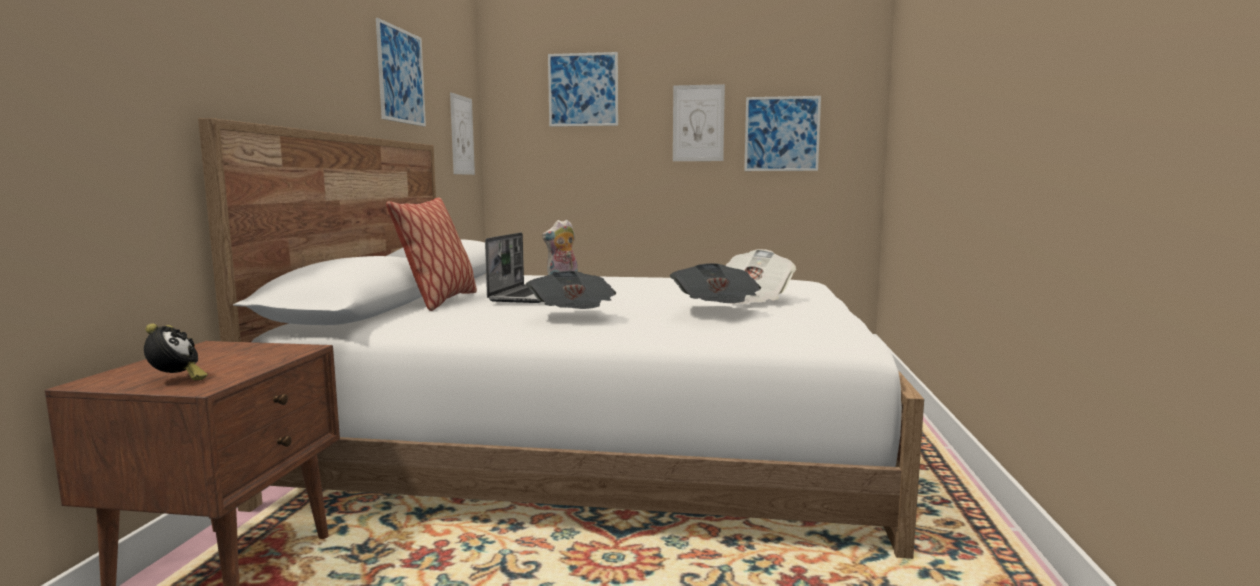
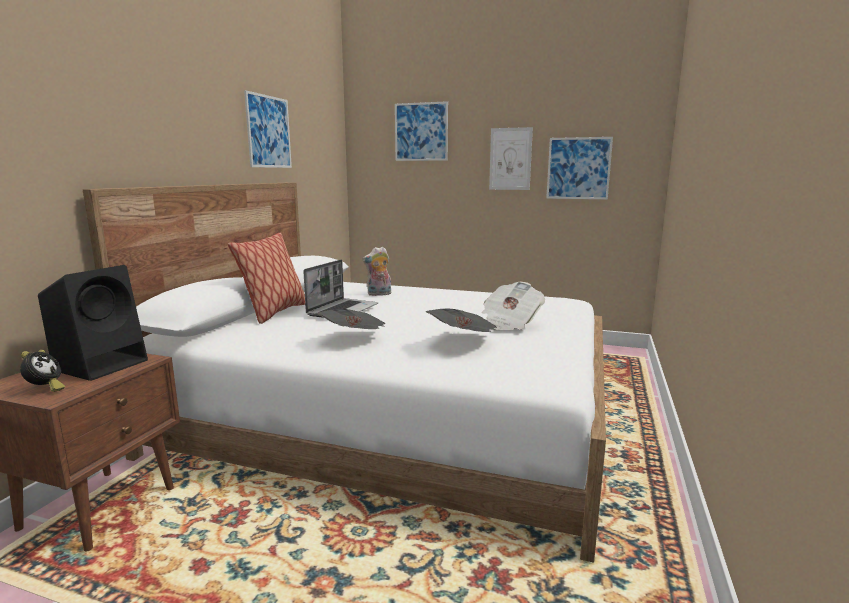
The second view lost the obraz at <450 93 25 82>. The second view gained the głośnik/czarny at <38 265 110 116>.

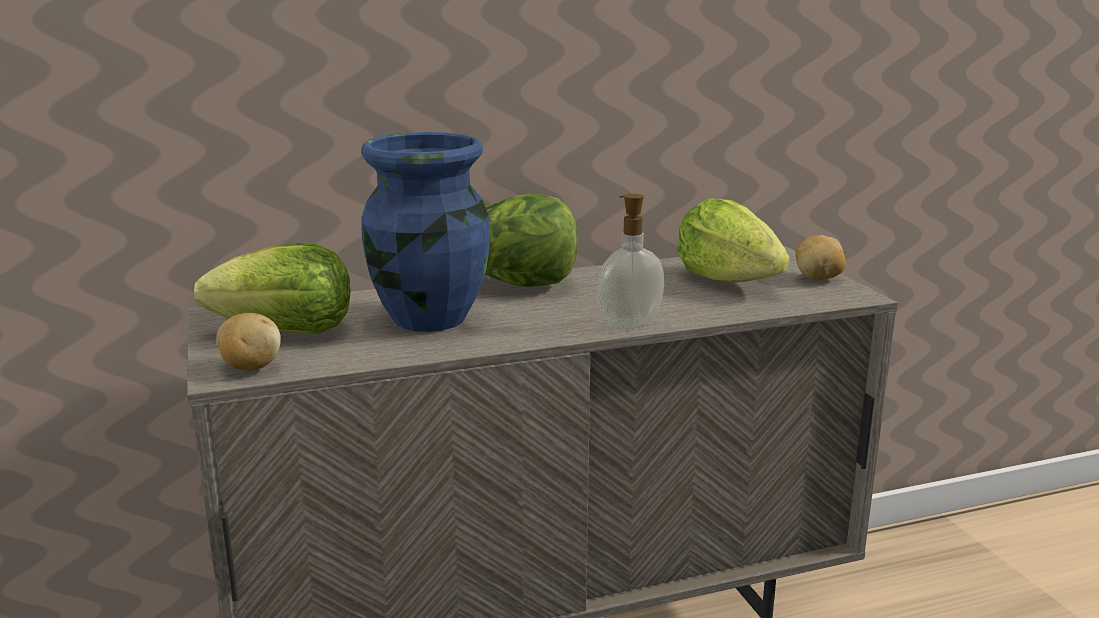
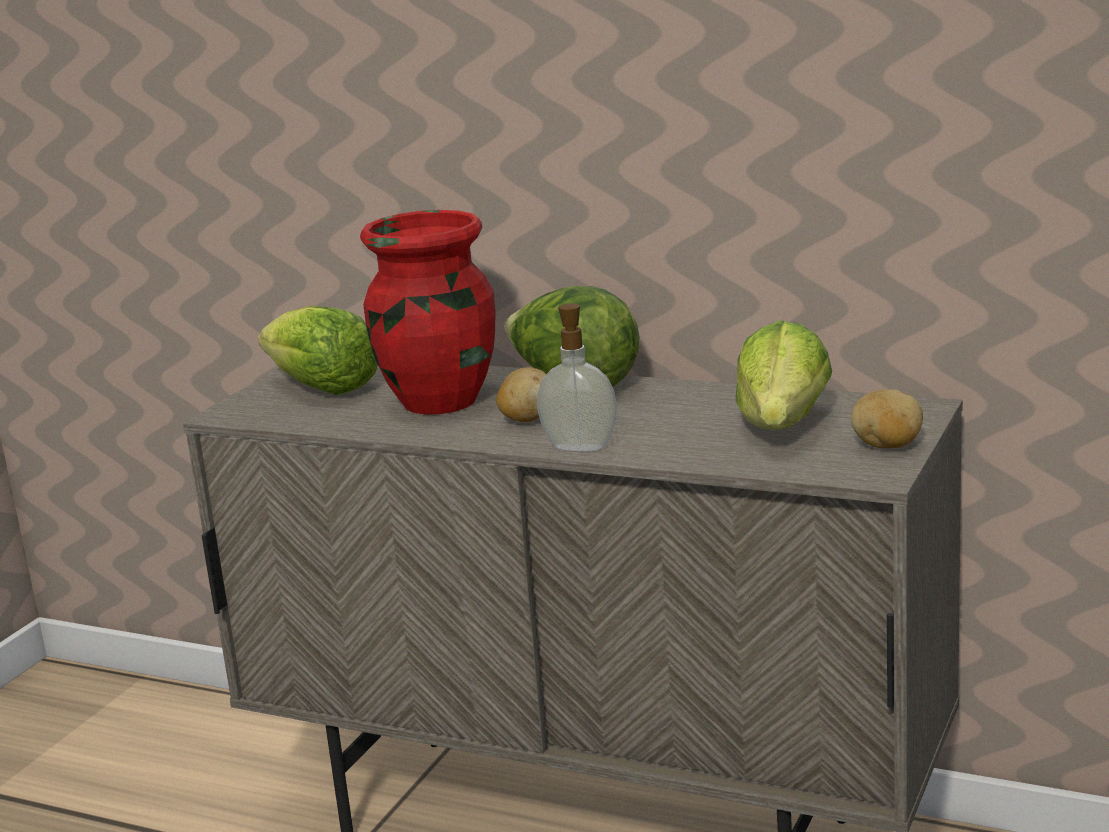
The ziemniak ended up elsewhere, having gone from <216 313 65 58> to <496 367 50 55>. What was the wazon/niebieski at <361 132 129 200> turned into the wazon/czerwony at <360 210 135 205>.

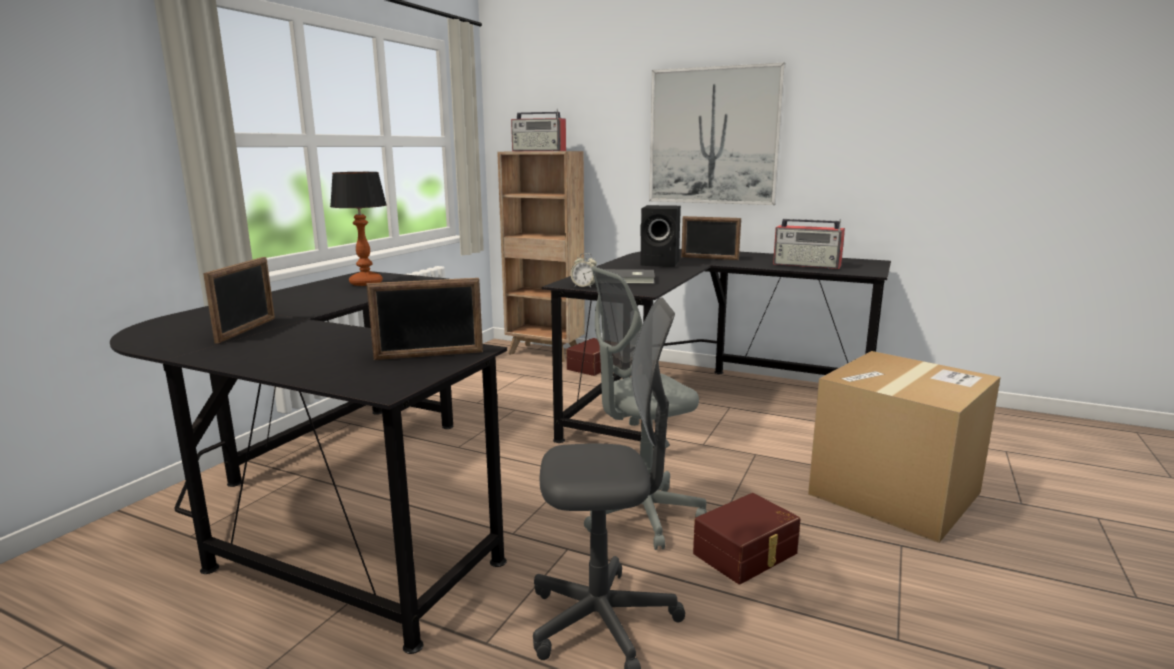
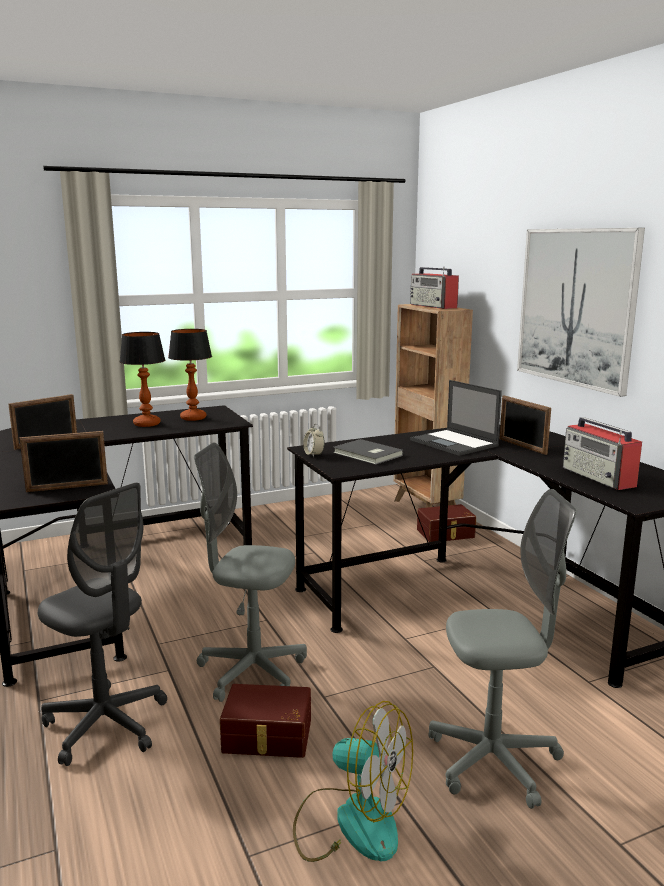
The second view gained the lampa stołowa at <120 332 45 95>. The second view gained the wentylator at <293 701 120 161>. Where the głośnik/czarny stood at <640 205 41 62>, the laptop came to stand at <410 380 92 76>. Where the karton stood at <808 351 193 192>, the krzesło biurowe/szary came to stand at <428 489 149 320>. The ramka na zdjęcie at <367 278 116 82> ended up facing another way, 45 degrees counterclockwise from before.

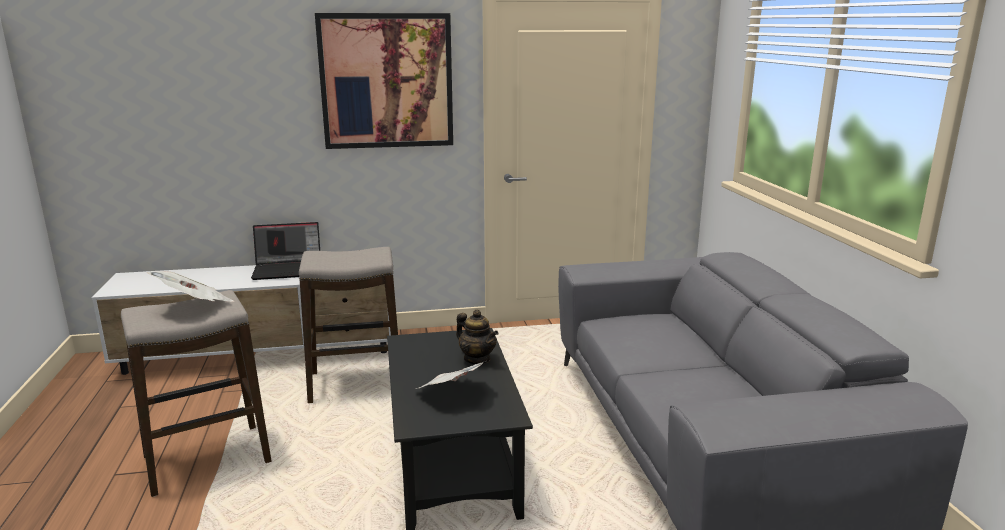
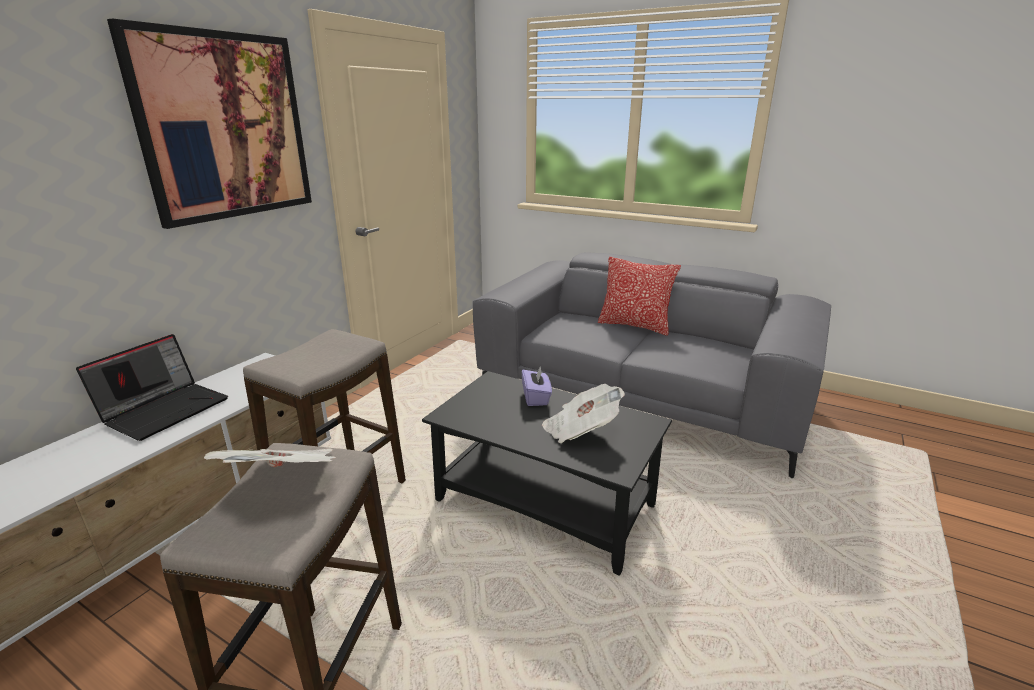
The second view gained the poduszka at <598 257 83 79>. Where the imbryk stood at <456 310 42 54>, the pudełko chusteczek/fioletowy came to stand at <522 365 30 41>.

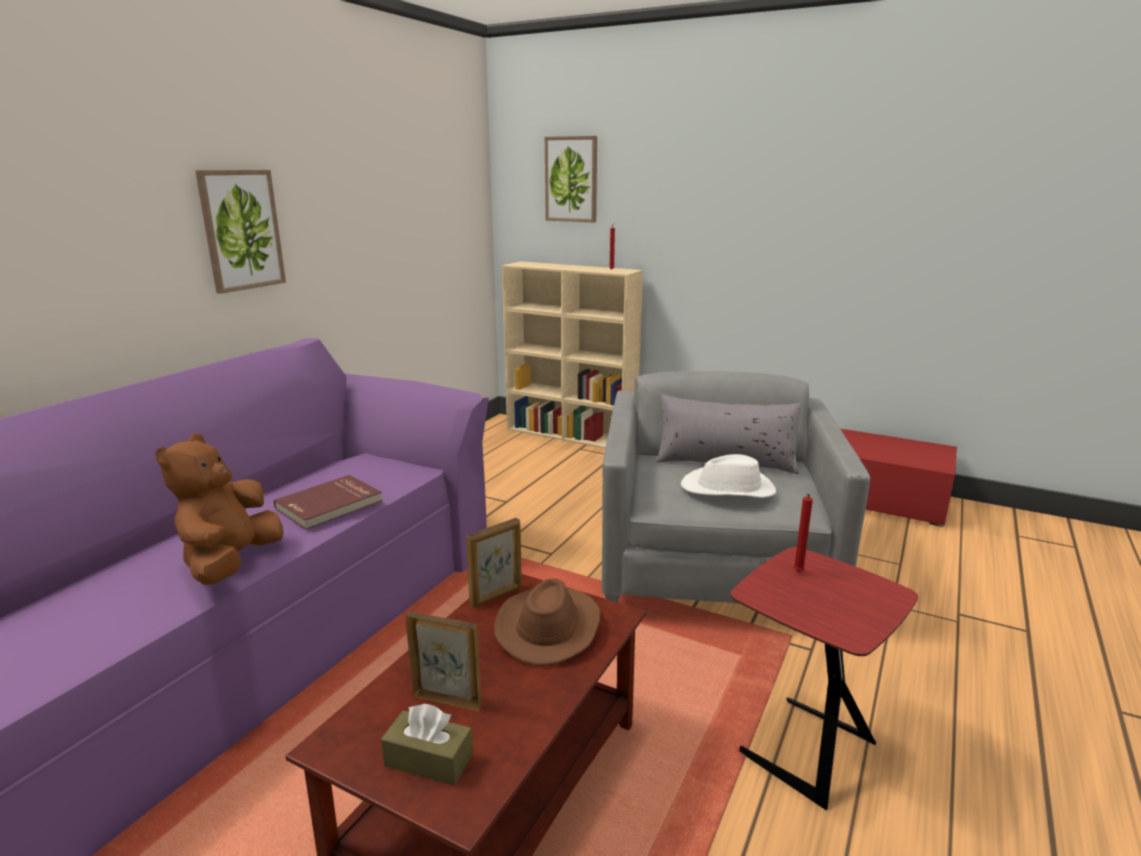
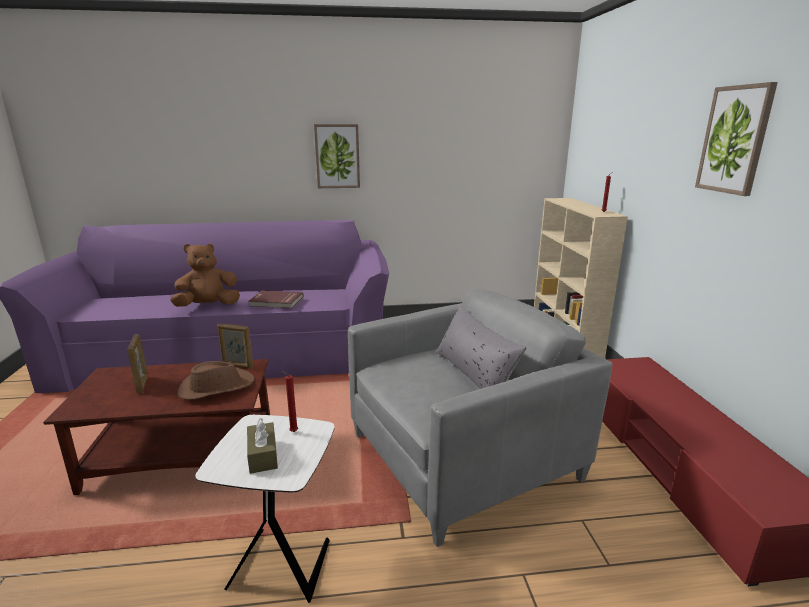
The second view lost the kapelusz/biały at <681 454 95 44>. The pudełko chusteczek/brązowy ended up elsewhere, having gone from <381 704 92 81> to <247 418 31 56>. The obraz ended up elsewhere, having gone from <545 136 52 86> to <695 82 83 114>. What was the stolik/czerwony at <731 547 187 263> turned into the stolik/biały at <195 415 140 188>.

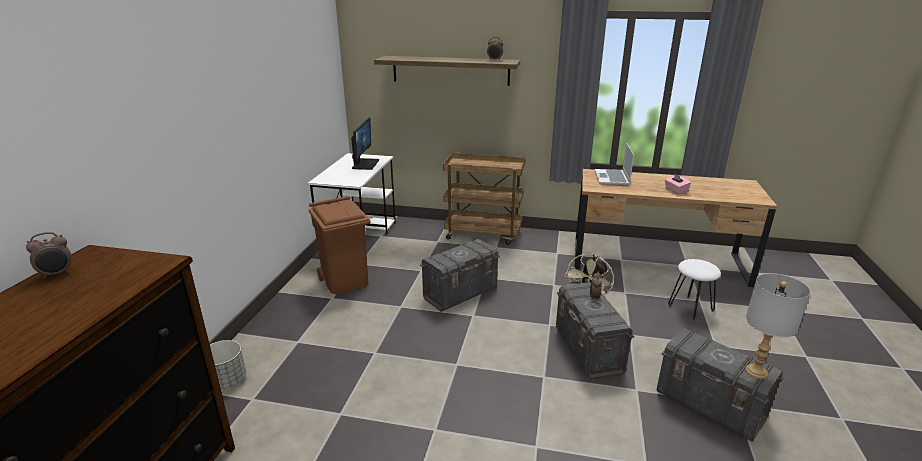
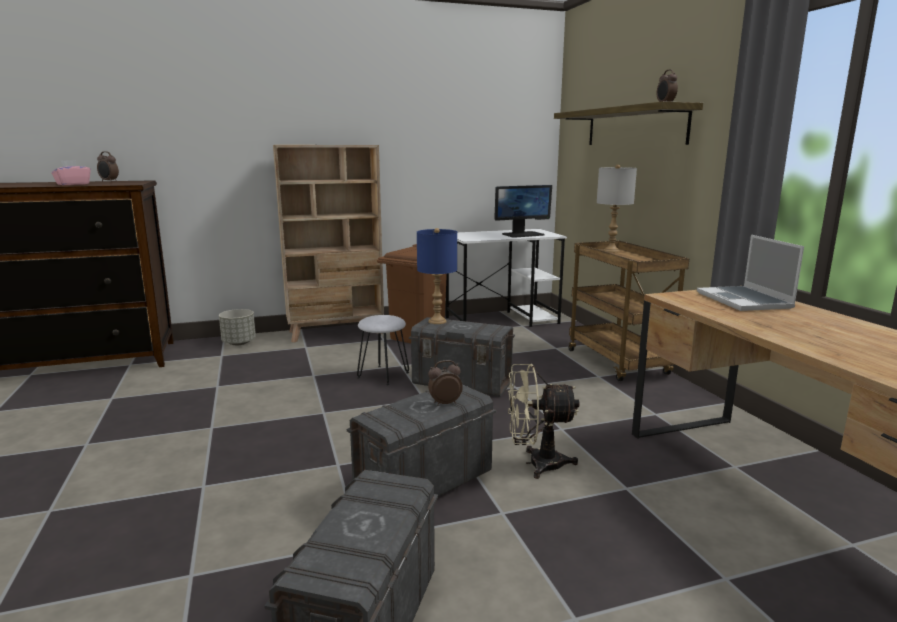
The second view gained the regał/beżowy at <273 145 111 198>. The second view gained the lampa stołowa/niebieski at <417 228 40 96>. The pudełko chusteczek/różowy ended up elsewhere, having gone from <665 173 26 21> to <51 160 40 25>. The stołek/biały ended up elsewhere, having gone from <668 259 53 61> to <357 315 52 70>. The lampa stołowa/szary ended up elsewhere, having gone from <745 273 66 106> to <597 165 40 88>. The laptop at <595 143 39 42> ended up facing another way, 75 degrees counterclockwise from before.

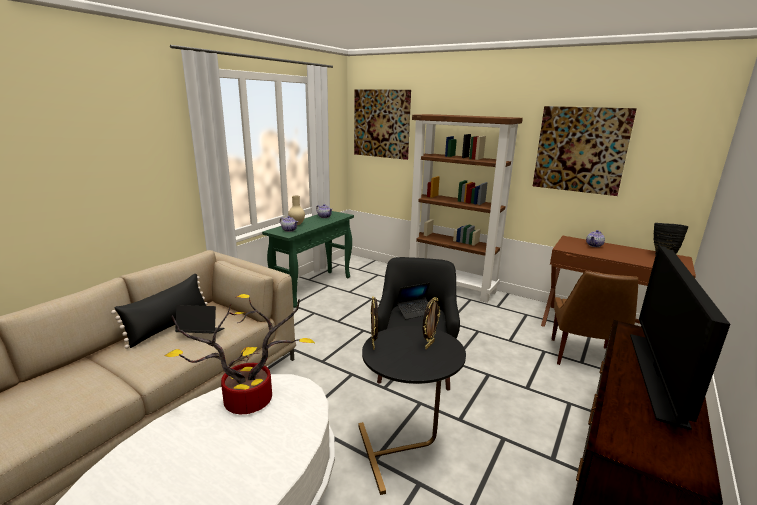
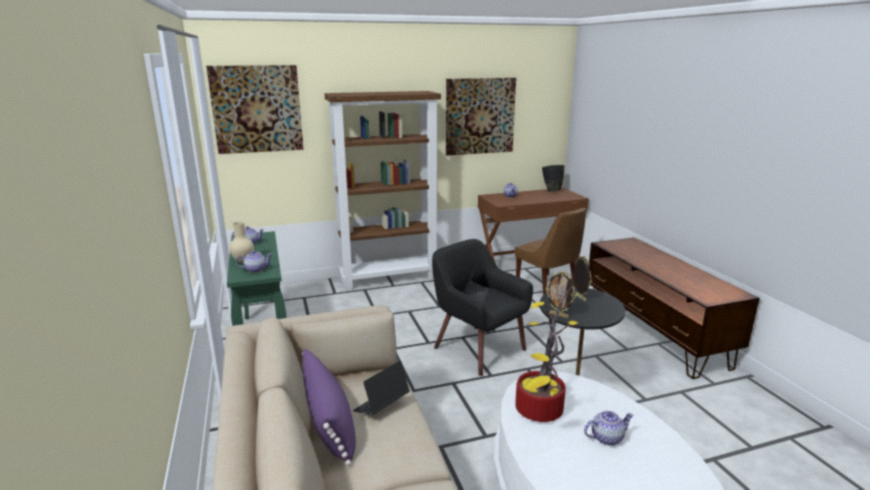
The second view lost the telewizor at <630 245 100 185>. The second view gained the imbryk at <584 411 50 34>. What was the poduszka/czarny at <111 274 97 75> turned into the poduszka/fioletowy at <302 349 54 117>.

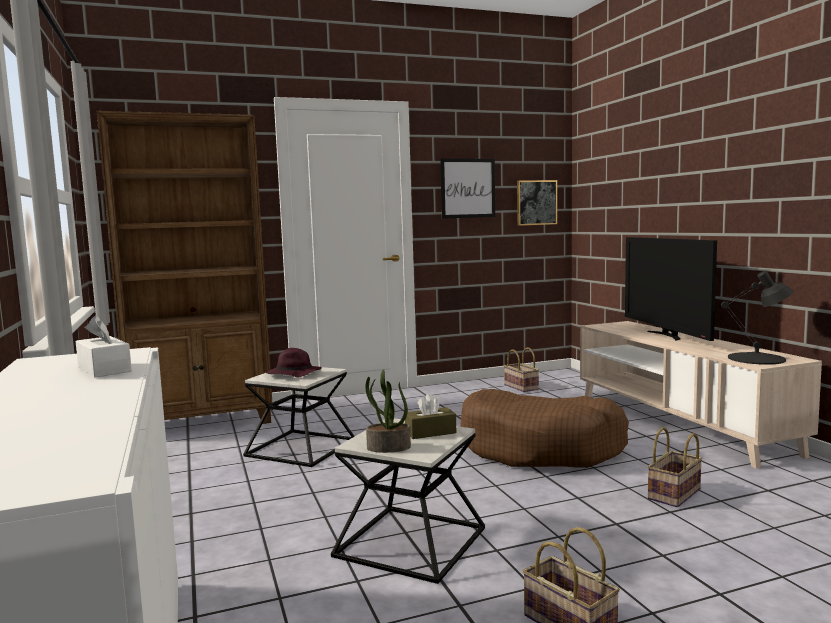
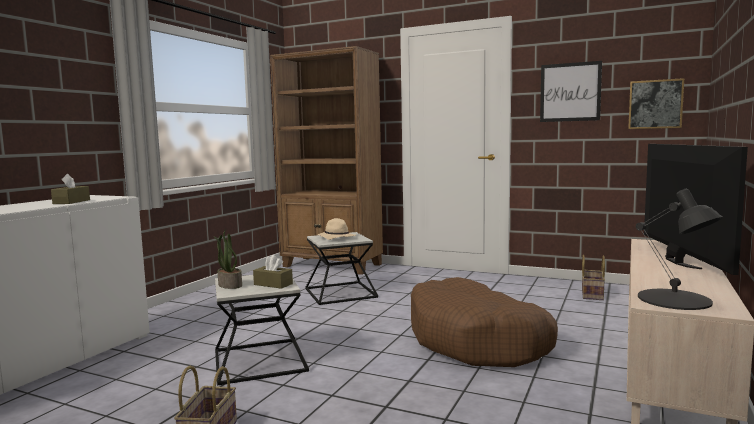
The second view lost the koszyk at <647 427 56 80>. What was the pudełko chusteczek/biały at <76 315 56 63> turned into the pudełko chusteczek/brązowy at <51 174 39 30>. What was the kapelusz/fioletowy at <267 348 55 29> turned into the kapelusz/beżowy at <318 218 38 22>. The telewizor at <625 237 92 104> ended up facing another way, 150 degrees clockwise from before.

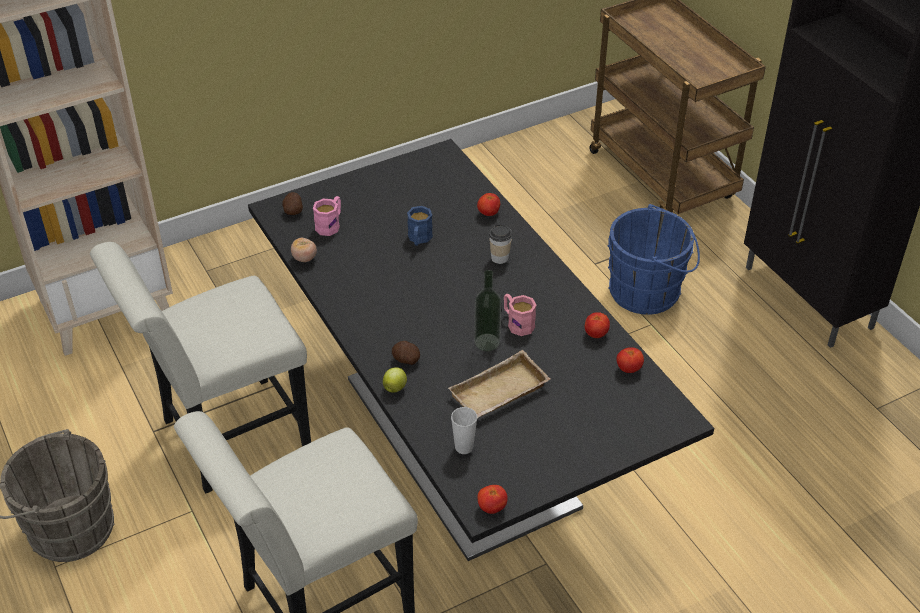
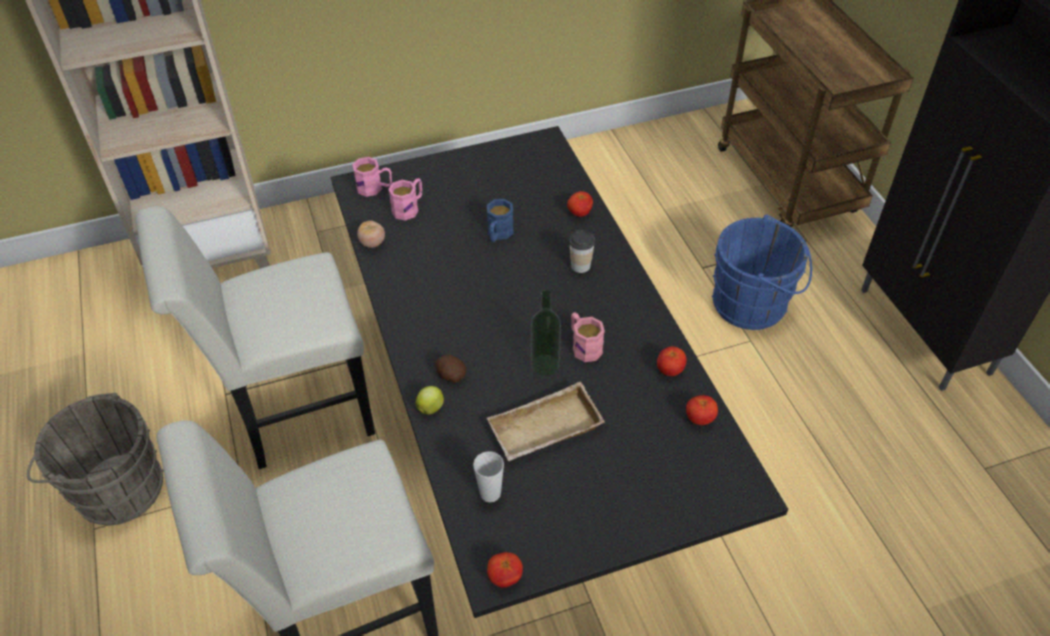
Where the ziemniak stood at <282 192 21 23>, the kubek/różowy came to stand at <352 157 40 40>.

